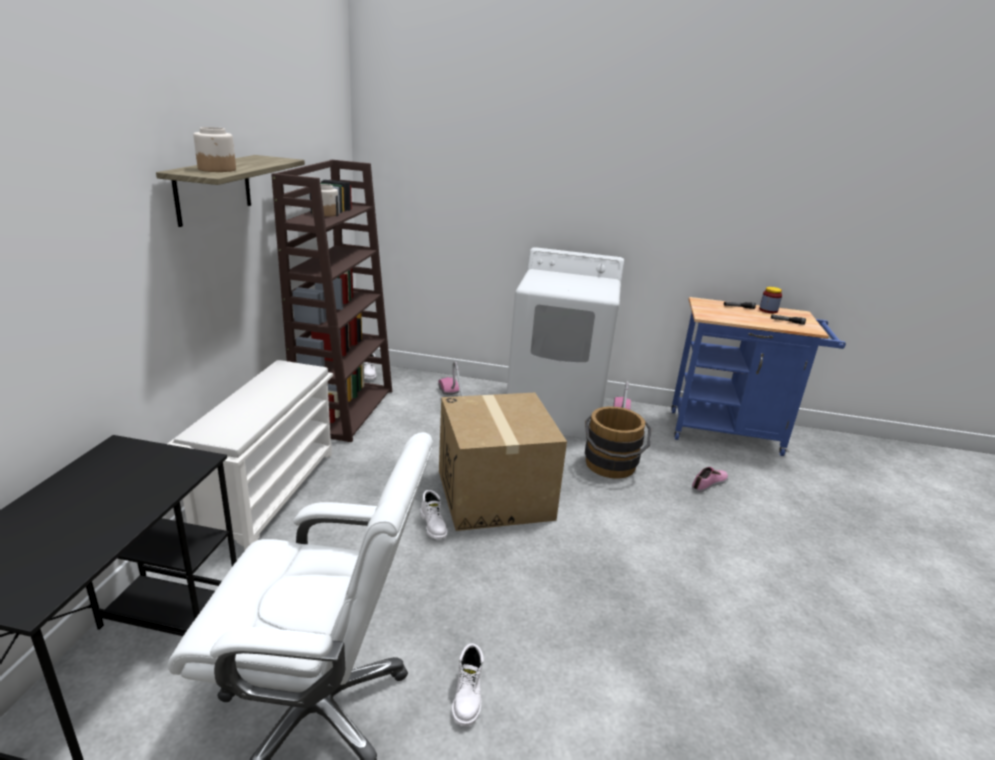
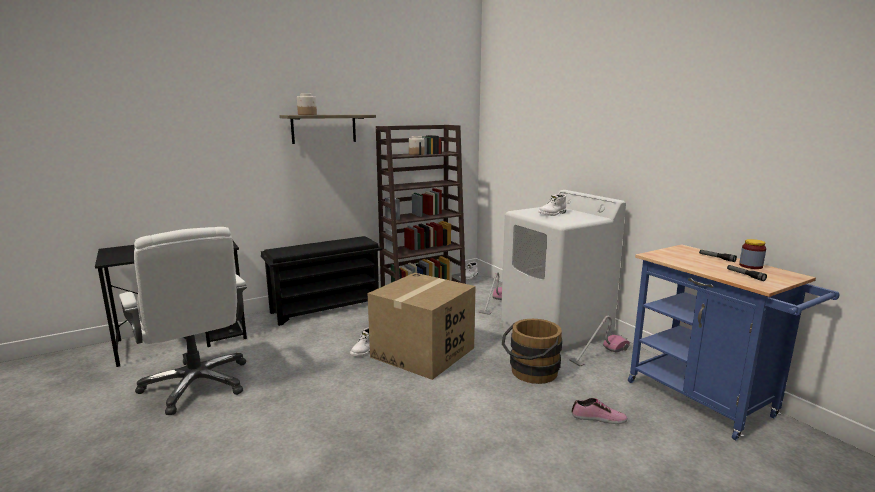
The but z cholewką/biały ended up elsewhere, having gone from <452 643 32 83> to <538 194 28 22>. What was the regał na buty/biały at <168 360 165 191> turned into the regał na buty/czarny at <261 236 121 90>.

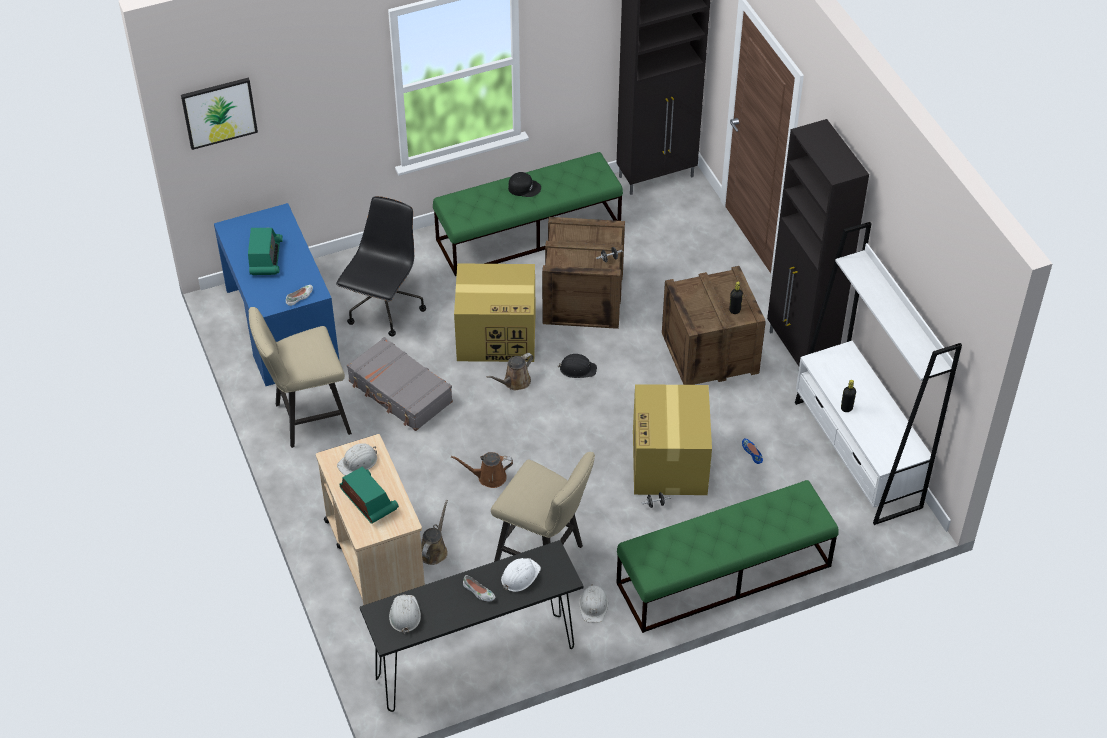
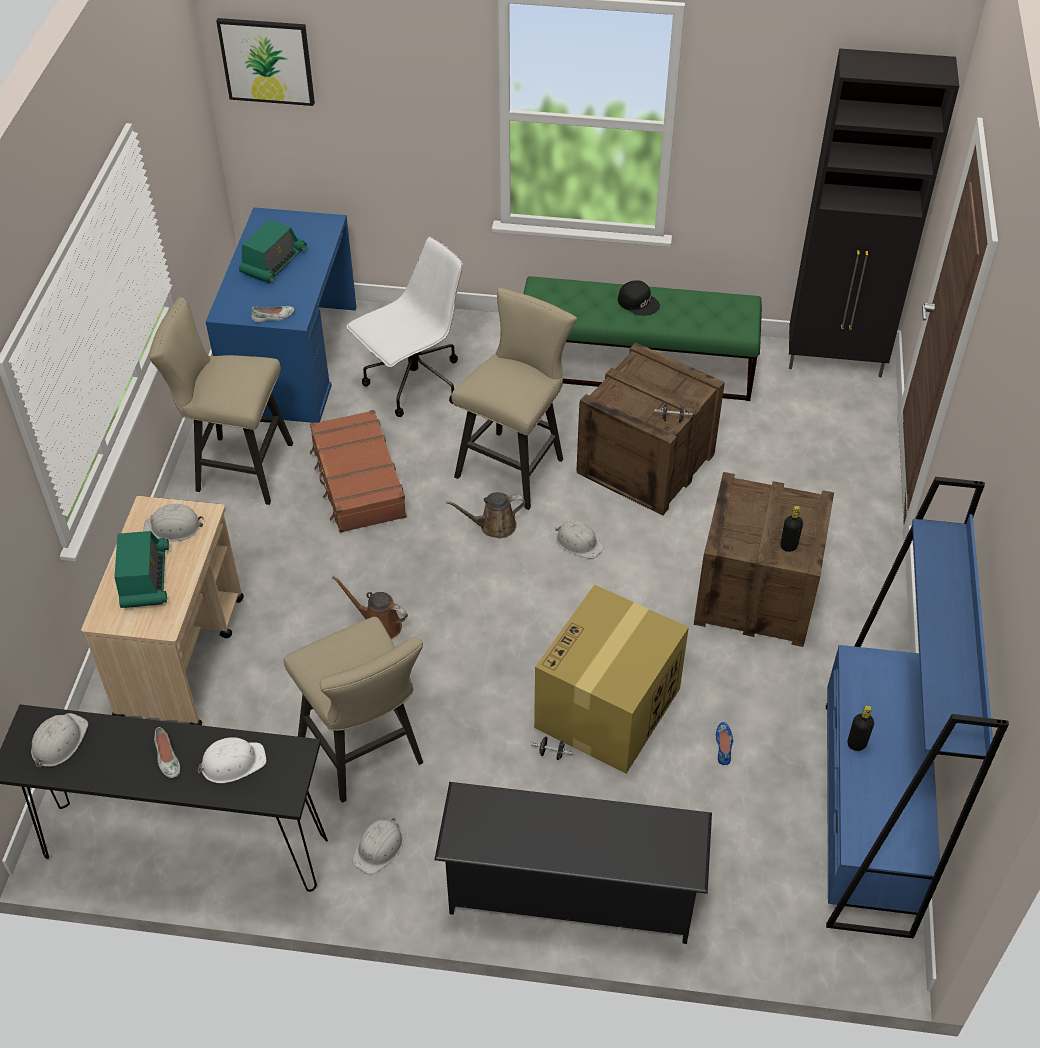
The second view lost the konewka/brązowy at <421 500 27 65>. The second view lost the szafka/czarny at <767 119 102 247>. Where the karton stood at <454 263 82 99>, the stołek/beżowy came to stand at <452 288 125 222>. Where the ławka/zielony stood at <616 480 223 153>, the regał na buty/czarny came to stand at <434 782 278 162>. What was the krzesło biurowe/czarny at <336 196 90 140> turned into the krzesło biurowe/biały at <346 237 117 180>. What was the walizka/szary at <347 337 106 94> turned into the walizka/brązowy at <310 410 97 123>. What was the kask/czarny at <557 354 40 24> turned into the kask/biały at <555 520 49 39>. What was the regał/biały at <795 222 167 303> turned into the regał/niebieski at <826 477 183 461>.

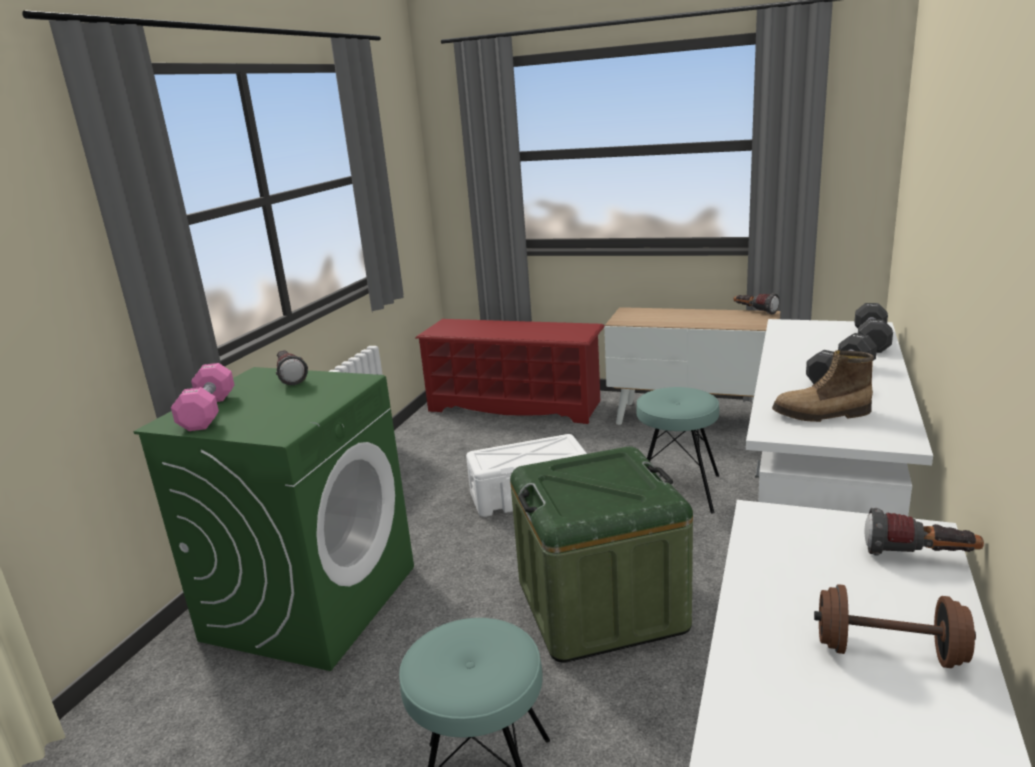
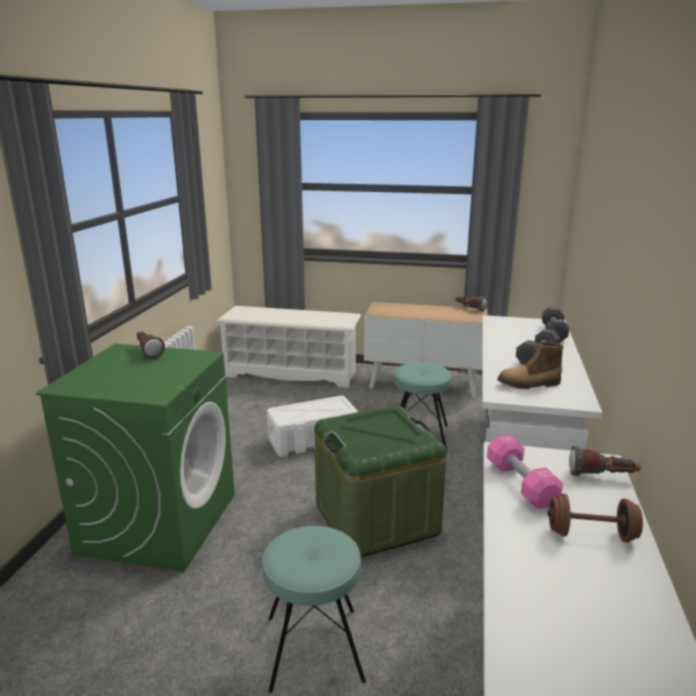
The hantel/różowy ended up elsewhere, having gone from <171 363 63 68> to <487 434 76 75>. What was the regał na buty/czerwony at <415 319 190 105> turned into the regał na buty/biały at <217 306 144 82>.

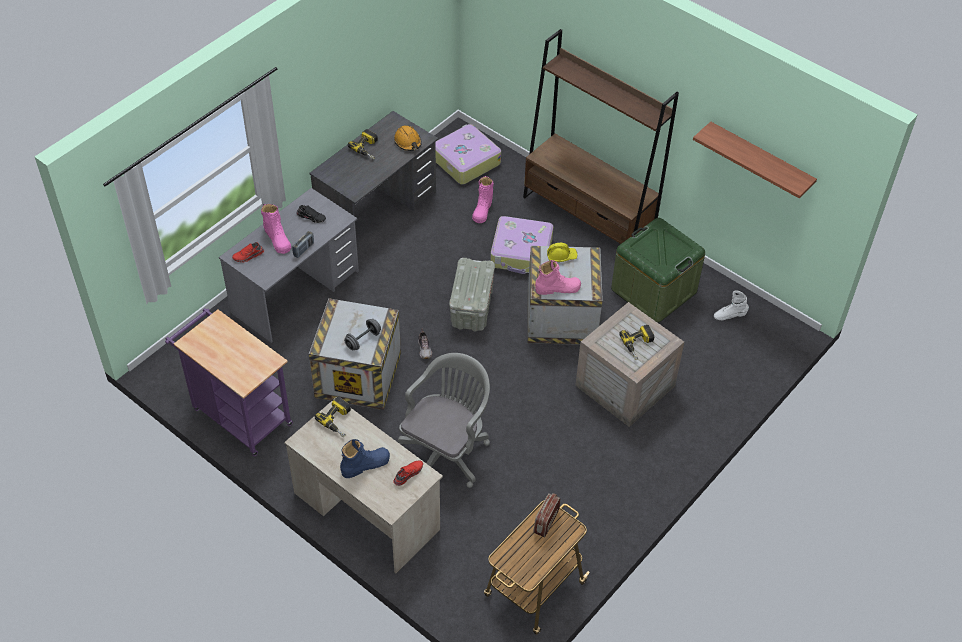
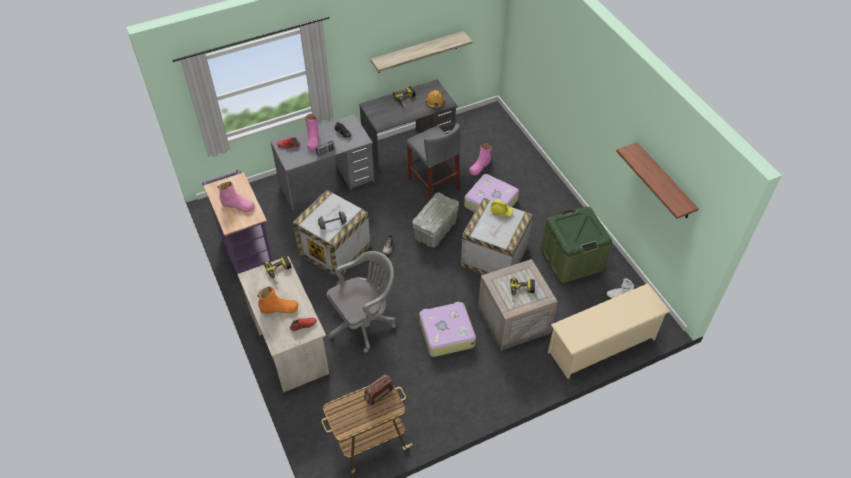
The second view lost the regał/brązowy at <523 29 156 215>. The second view gained the półka at <370 31 103 42>. The second view gained the stołek/szary at <407 124 53 76>. The second view gained the regał na buty/beżowy at <548 283 123 96>. The walizka ended up elsewhere, having gone from <435 124 66 60> to <419 302 57 55>. The but z cholewką/różowy ended up elsewhere, having gone from <535 260 46 35> to <218 182 37 30>. What was the but z cholewką/niebieski at <340 439 50 39> turned into the but z cholewką/pomarańczowy at <257 287 41 27>.

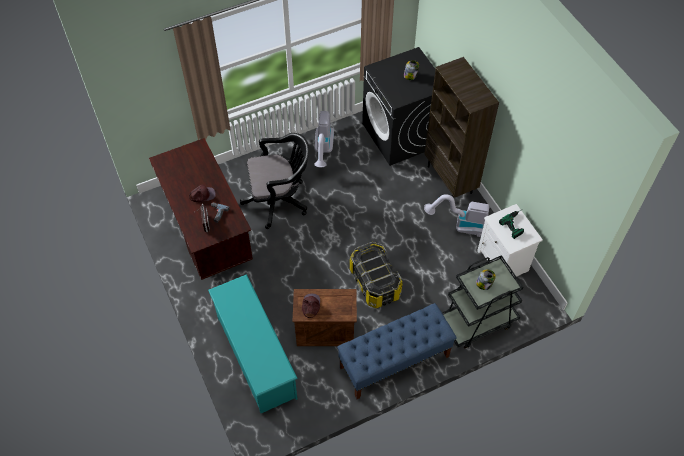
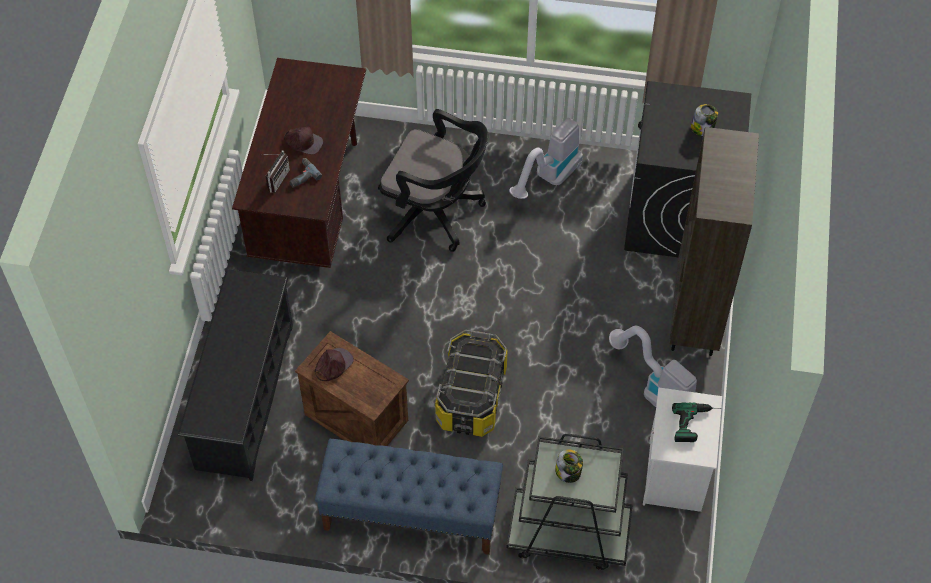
What was the regał na buty/turkusowy at <208 274 90 139> turned into the regał na buty/czarny at <177 269 116 212>.

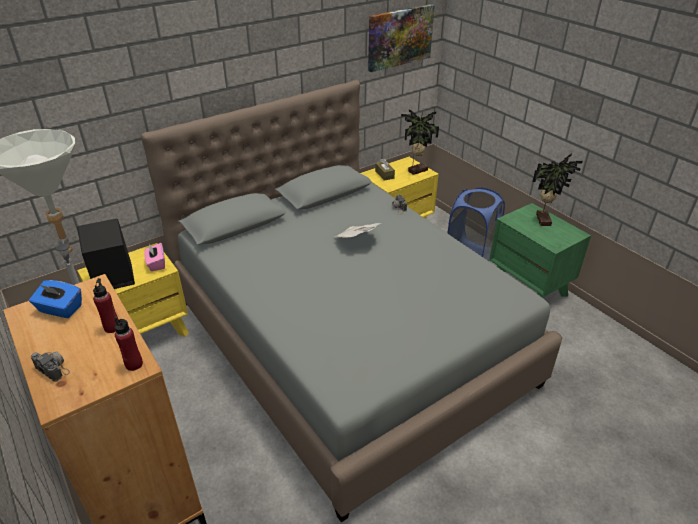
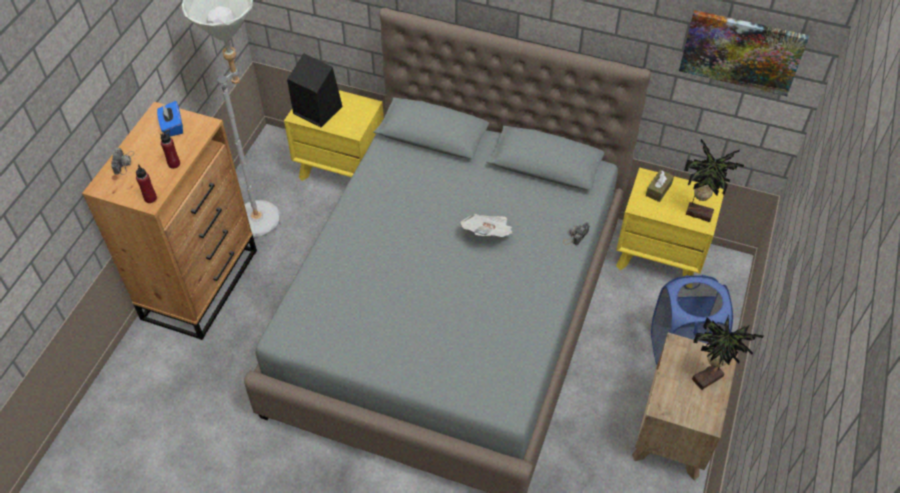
The second view lost the pudełko chusteczek/różowy at <144 243 21 28>. What was the szafka nocna/zielony at <489 203 102 95> turned into the szafka nocna/brązowy at <632 332 106 148>.

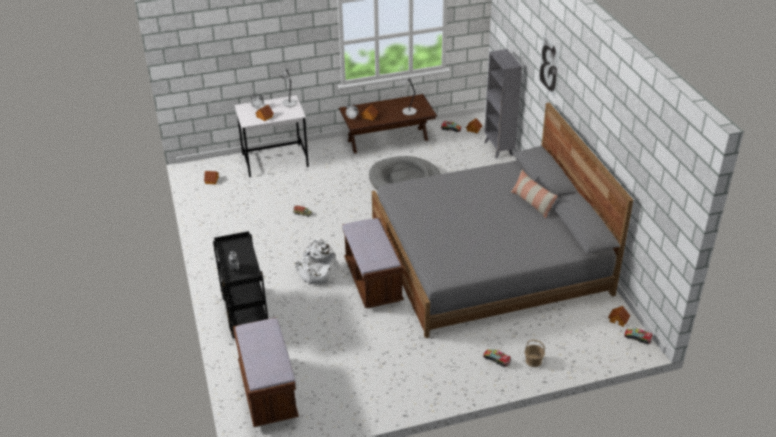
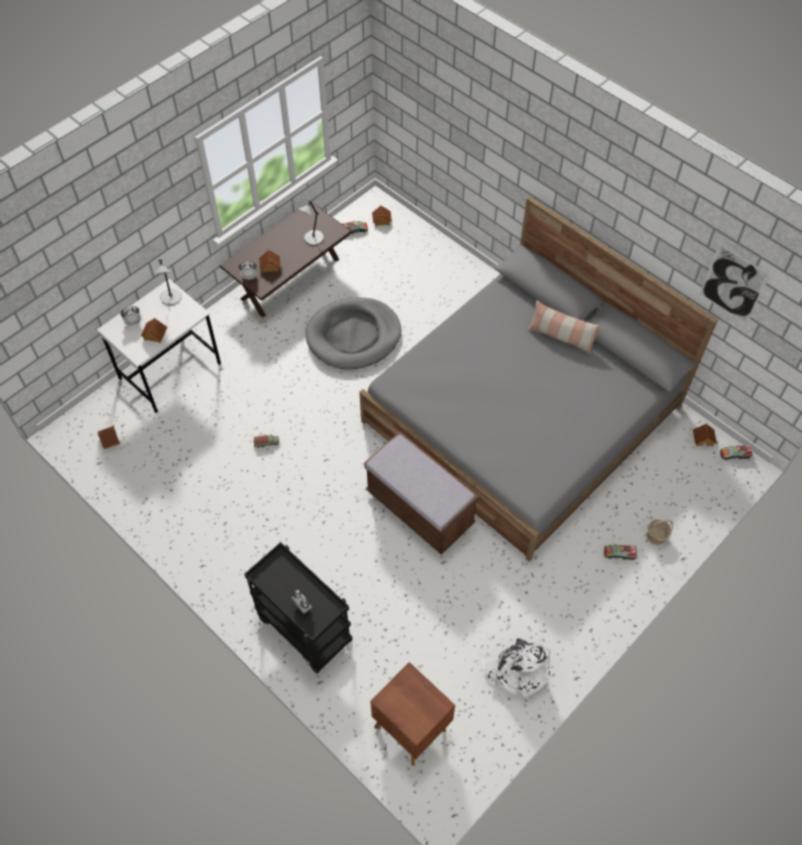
The second view lost the regał/szary at <484 49 38 110>. The plecak/biały ended up elsewhere, having gone from <295 239 44 45> to <482 638 68 62>. The obraz ended up elsewhere, having gone from <539 33 21 65> to <700 243 70 81>. Where the ławka/brązowy stood at <233 317 66 110>, the szafka nocna/brązowy came to stand at <370 662 85 103>.

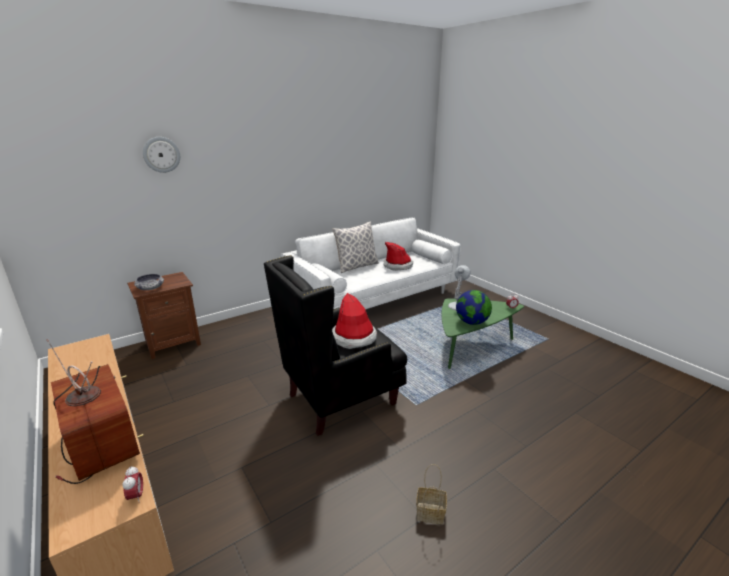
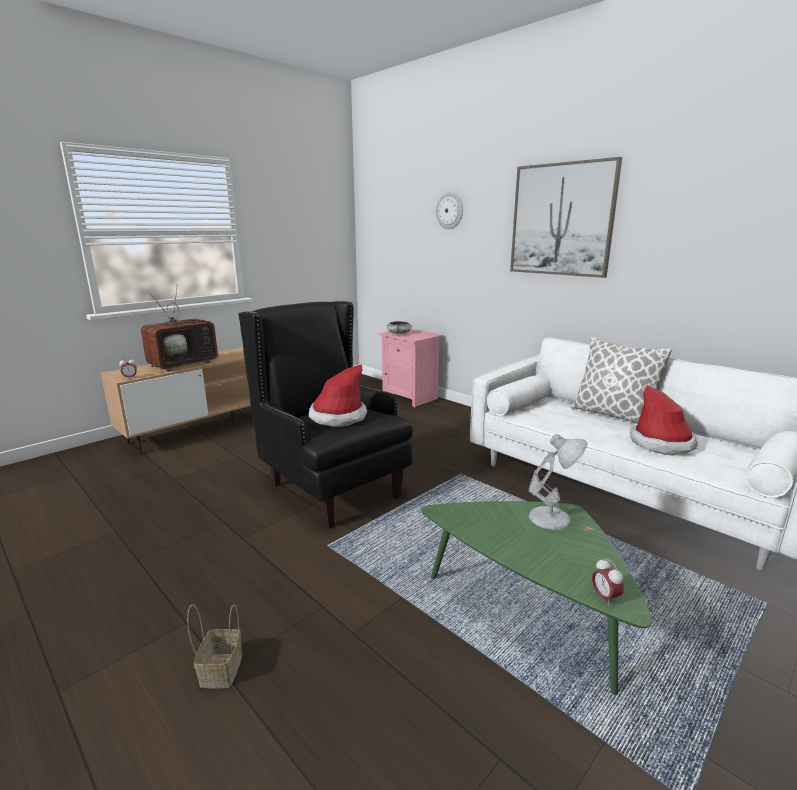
The second view lost the globus at <456 290 36 35>. The second view gained the obraz at <510 157 112 121>. The koszyk ended up elsewhere, having gone from <417 464 30 60> to <187 604 55 85>. What was the szafka nocna/brązowy at <127 272 74 87> turned into the szafka nocna/różowy at <379 329 65 79>.

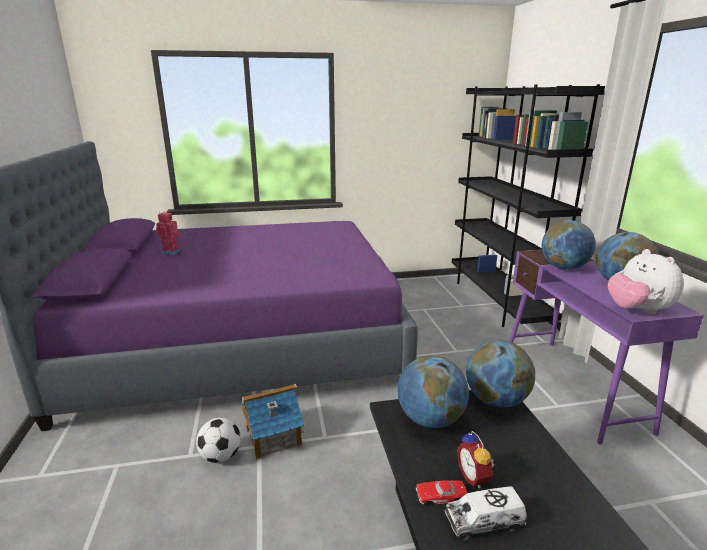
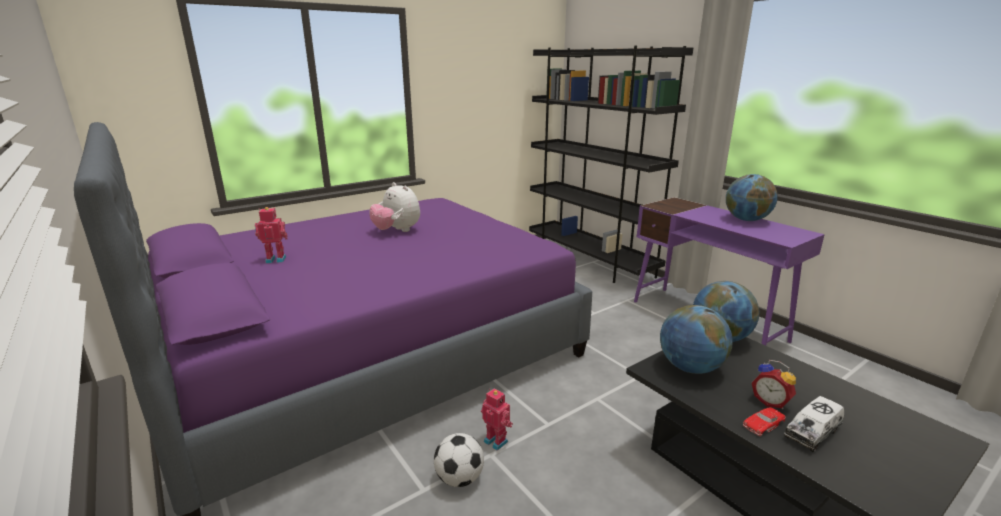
The second view lost the globus at <542 220 54 50>. The pluszak ended up elsewhere, having gone from <608 249 76 65> to <369 182 51 50>. Where the domek stood at <241 384 63 75>, the robot zabawkowy came to stand at <481 388 32 63>.

